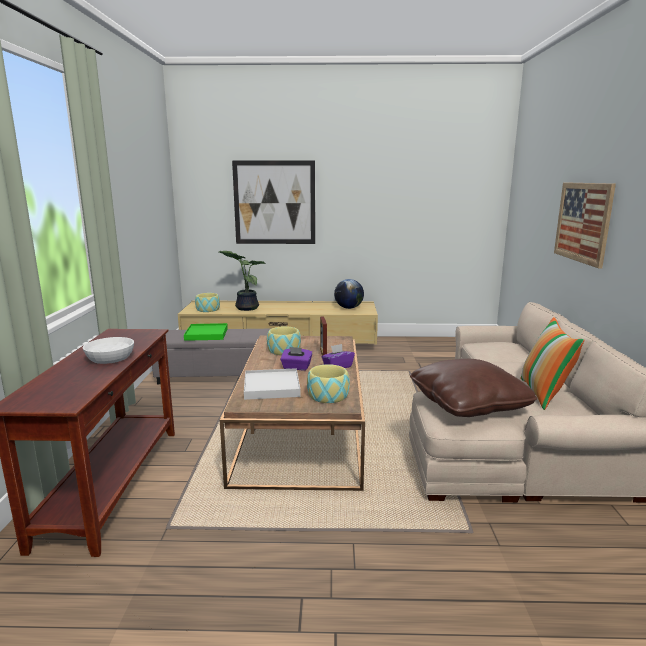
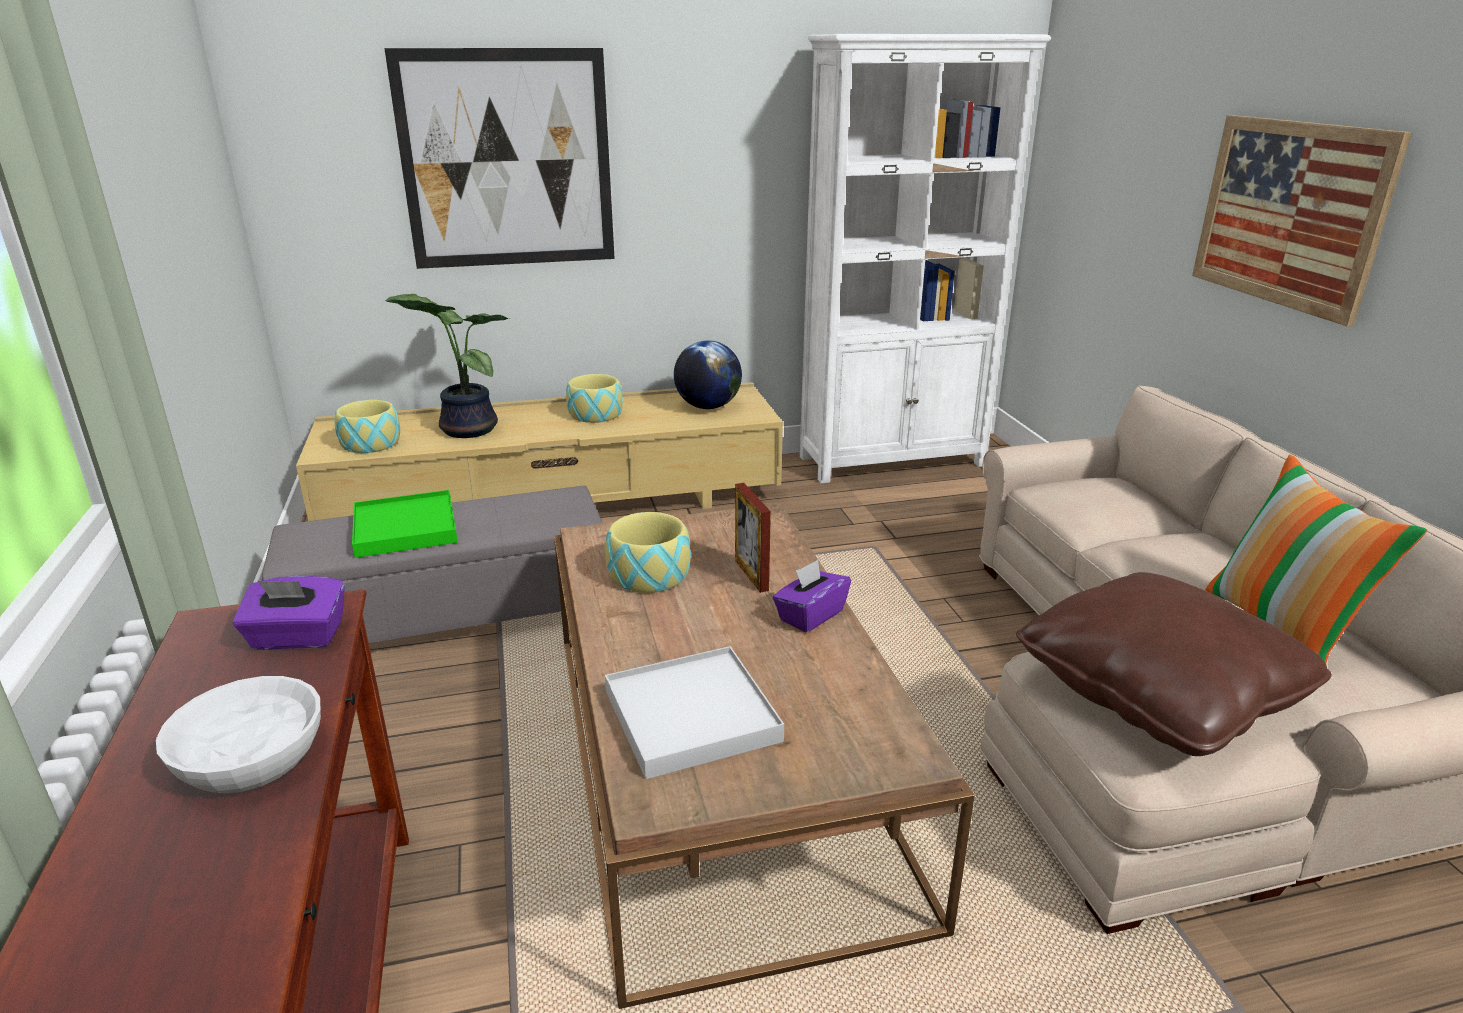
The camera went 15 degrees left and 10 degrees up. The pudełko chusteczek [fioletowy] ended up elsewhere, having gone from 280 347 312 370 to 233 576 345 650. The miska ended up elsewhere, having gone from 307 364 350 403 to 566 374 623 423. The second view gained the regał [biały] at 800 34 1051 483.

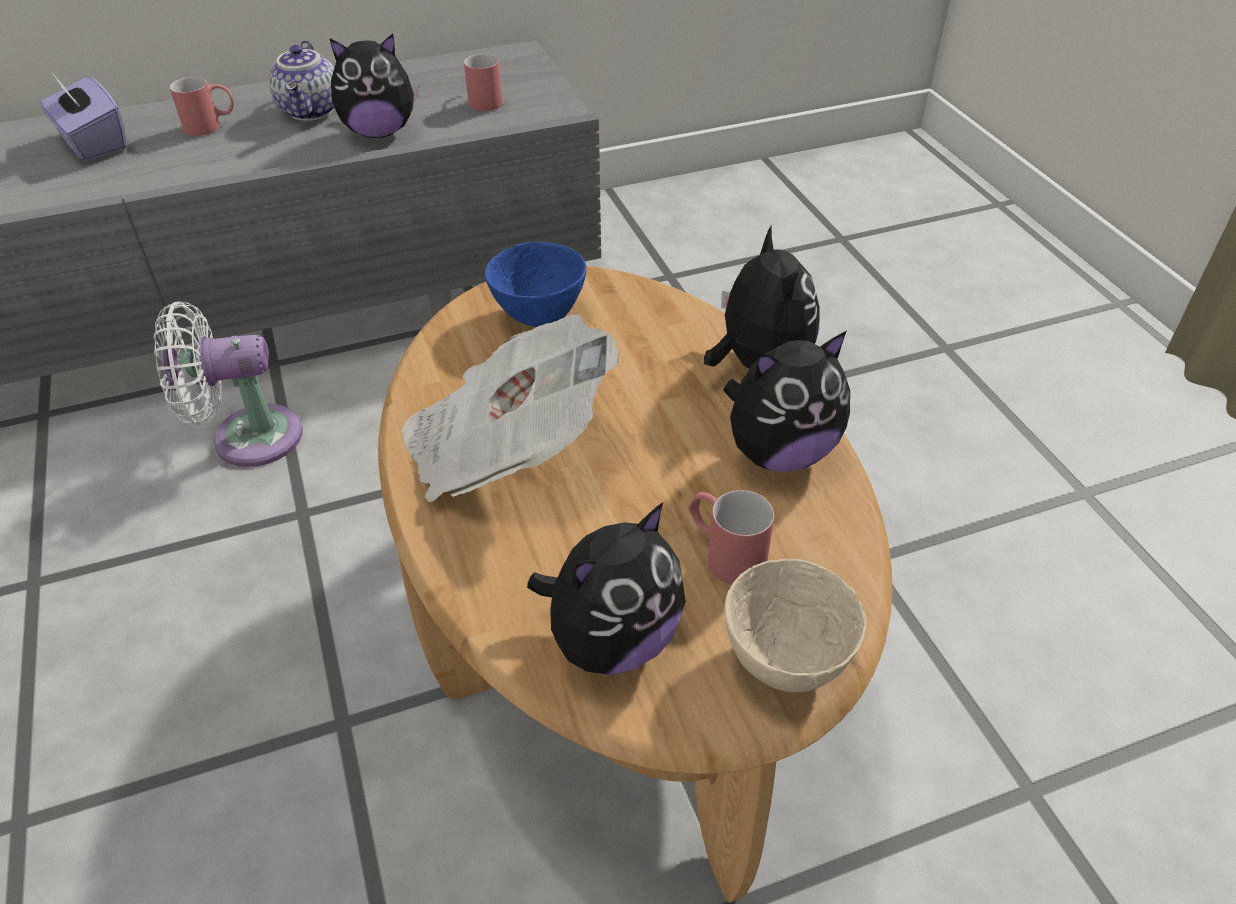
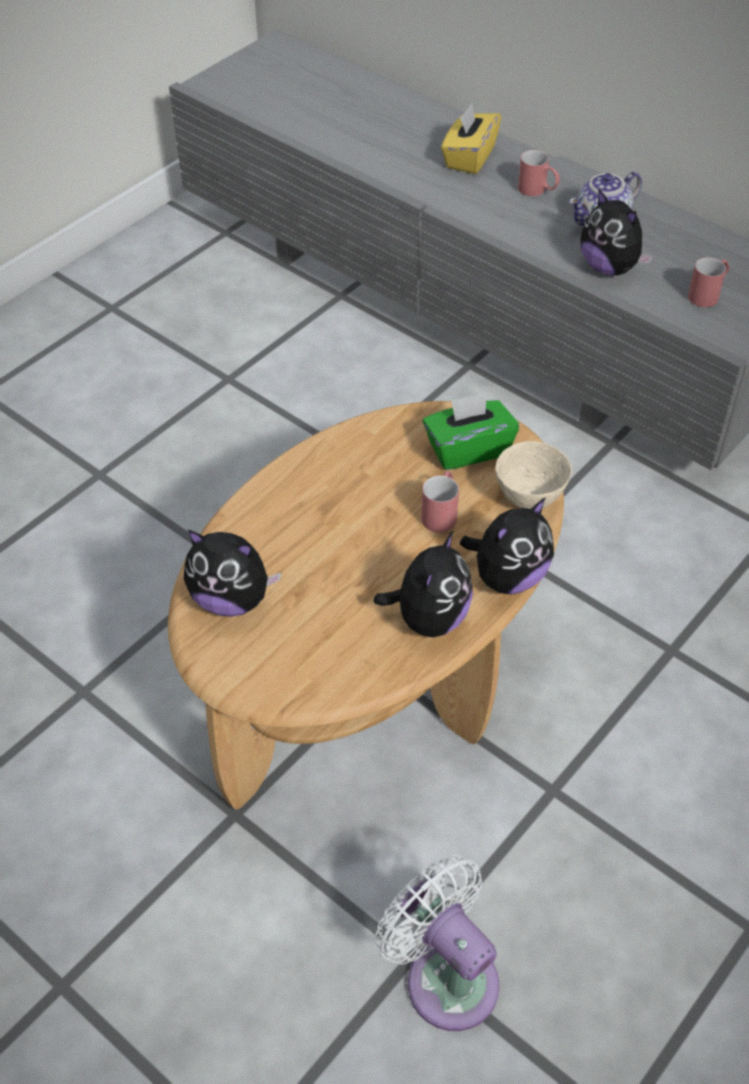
The camera went 60 degrees right and 5 degrees up. What was the pudełko chusteczek [fioletowy] at 40 74 127 162 turned into the pudełko chusteczek [żółty] at 441 103 501 174. The wentylator [biały] ended up elsewhere, having gone from 154 301 303 467 to 375 855 500 1031. The second view lost the gazeta at 401 315 619 502. Where the miska [niebieski] stood at 485 242 586 327, the pudełko chusteczek [zielony] came to stand at 423 393 519 470. The kubek [czerwony] ended up elsewhere, having gone from 689 490 774 585 to 421 471 459 533. The pluszak at 723 331 850 472 ended up facing another way, 105 degrees counterclockwise from before. The miska [beżowy] ended up elsewhere, having gone from 724 559 866 692 to 495 441 572 509.

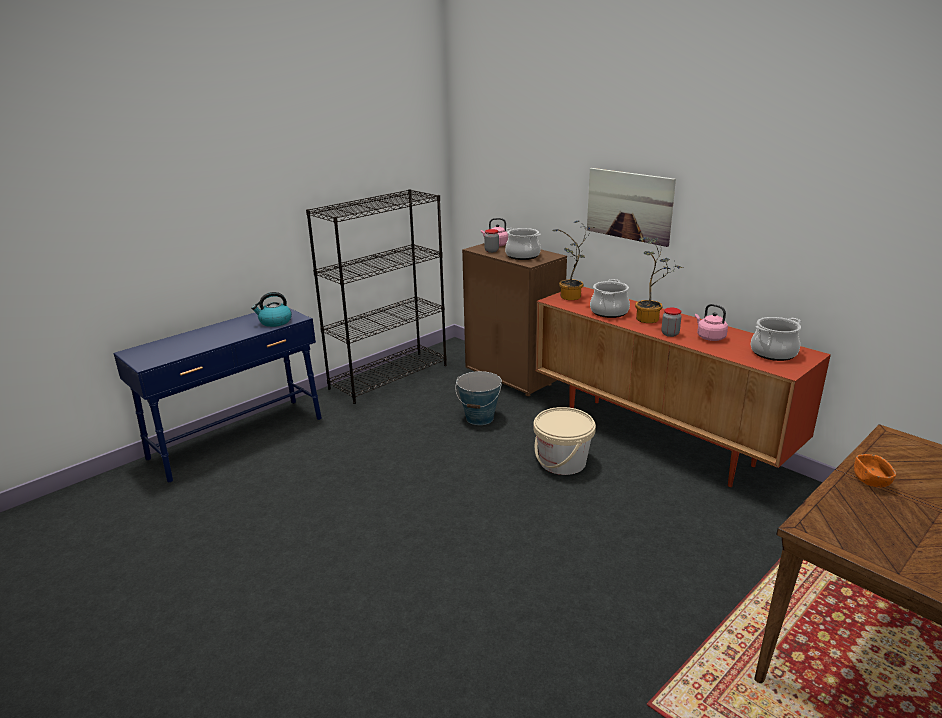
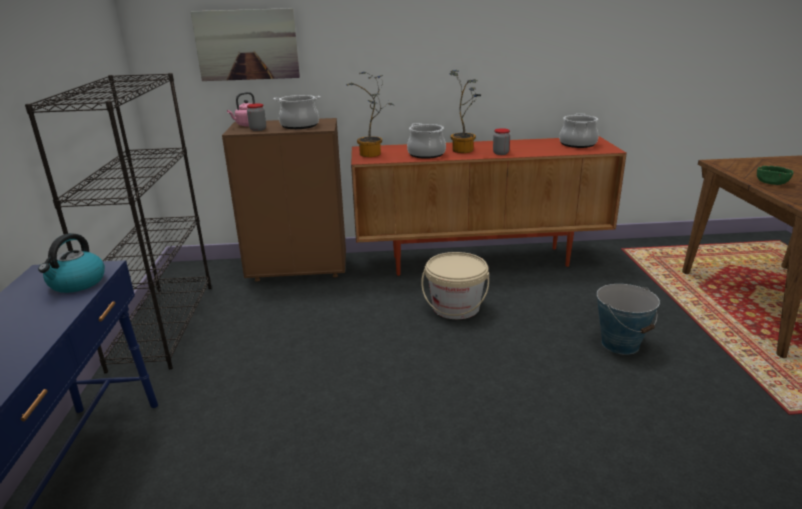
The camera went 50 degrees left and 0 degrees up. The wiadro ended up elsewhere, having gone from 455 371 502 425 to 597 284 660 355. The obraz ended up elsewhere, having gone from 587 168 676 247 to 191 8 300 81. The second view lost the czajnik [różowy] at 695 304 728 341. What was the miska [pomarańczowy] at 854 454 896 488 turned into the miska [zielony] at 757 166 794 185.

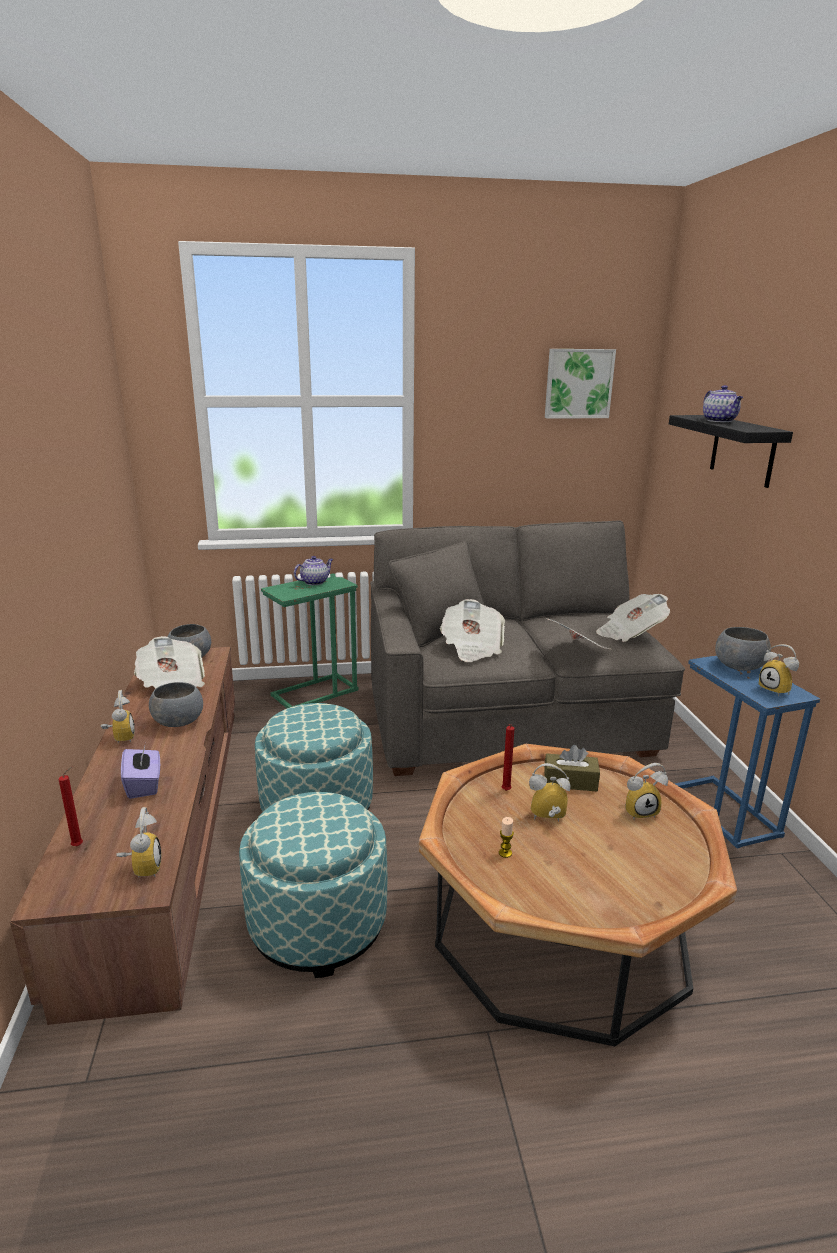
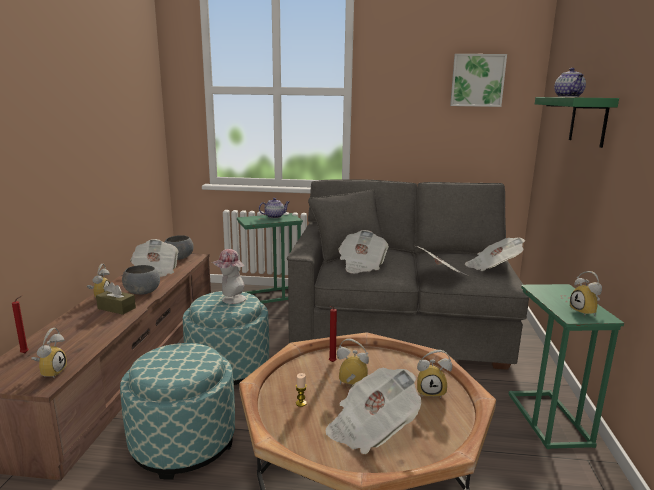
The camera went 15 degrees right and 5 degrees down. The second view lost the pudełko chusteczek [fioletowy] at 121 743 160 799. The pudełko chusteczek [brązowy] ended up elsewhere, having gone from 544 745 600 791 to 96 282 136 315. What was the półka [czarny] at 669 415 793 488 turned into the półka [zielony] at 535 97 619 148. What was the stolik [niebieski] at 675 656 820 848 turned into the stolik [zielony] at 509 284 624 449. The second view lost the miska [szary] at 715 627 771 671. The second view gained the kapelusz at 212 249 246 304. The second view gained the gazeta at 325 368 421 454.

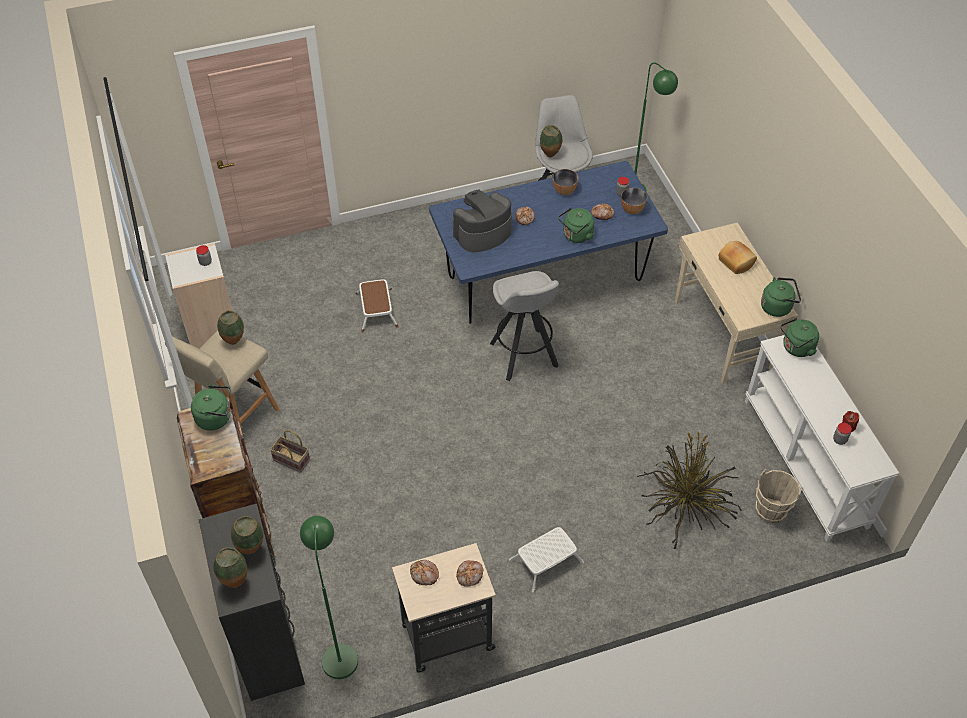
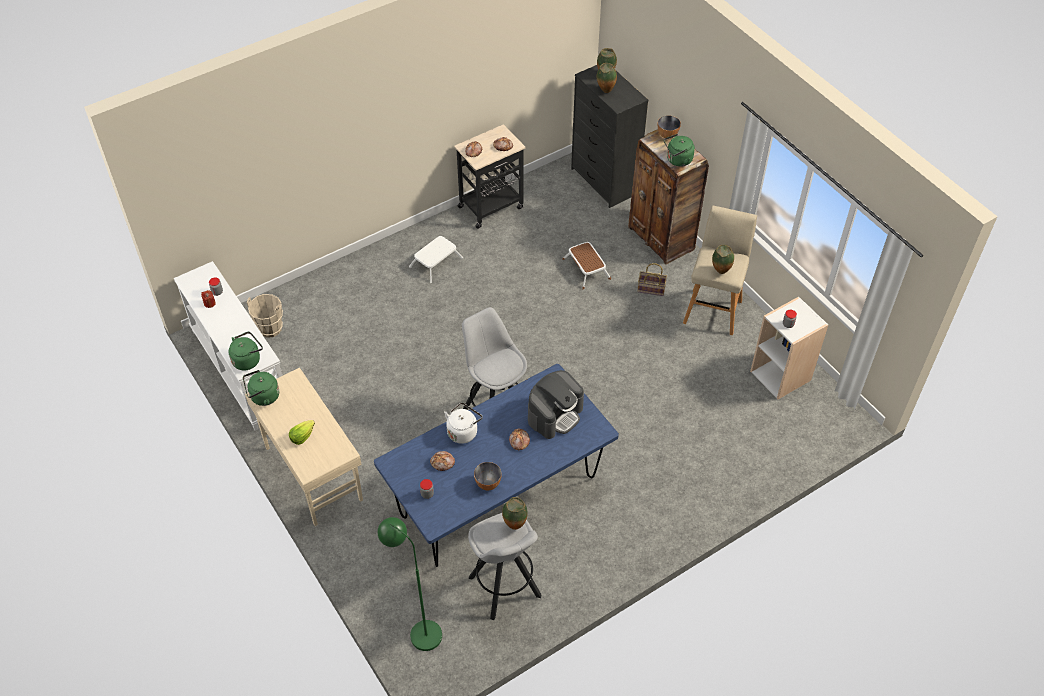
The camera went 165 degrees right and 0 degrees up. The second view lost the lampa stojąca [zielony] at 300 516 358 679. The drabinka [brązowy] ended up elsewhere, having gone from 355 280 399 333 to 562 242 611 290. What was the czajnik [zielony] at 558 208 594 243 turned into the czajnik [biały] at 444 402 483 444. The miska ended up elsewhere, having gone from 621 188 647 214 to 658 115 681 139. The second view lost the roślina doniczkowa at 637 432 742 549. Where the chleb stood at 719 241 757 274, the sałata came to stand at 289 420 315 445.

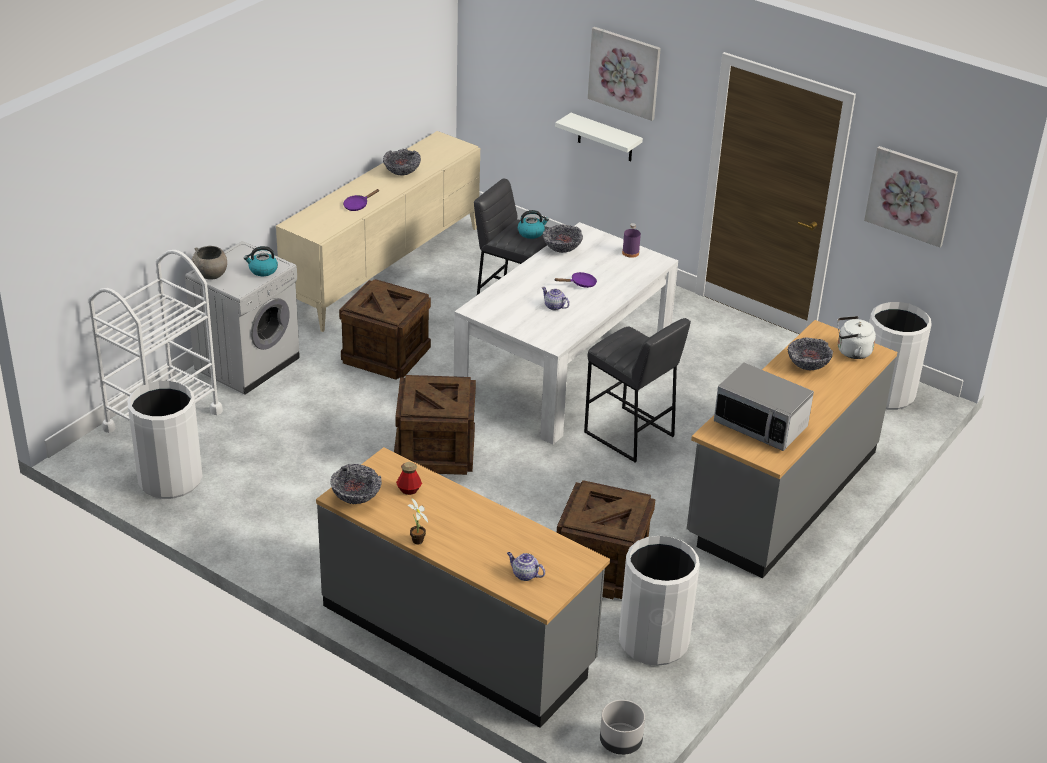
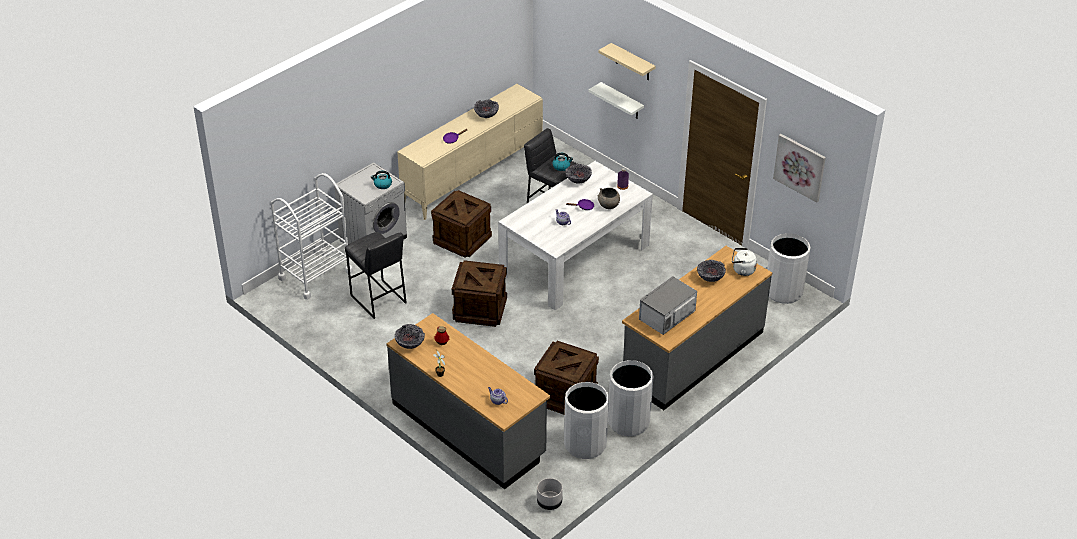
The camera went 10 degrees right and 5 degrees up. The kosz na śmieci [biały] ended up elsewhere, having gone from 127 381 202 499 to 608 360 653 436. The miska [szary] ended up elsewhere, having gone from 192 246 227 280 to 598 188 620 209. The stołek [szary] ended up elsewhere, having gone from 584 318 691 462 to 345 232 407 319. Where the obraz hung at 588 27 661 121, the półka [beżowy] came to hang at 598 43 655 80. The mikrofalówka at 714 362 814 451 ended up facing another way, 90 degrees clockwise from before.

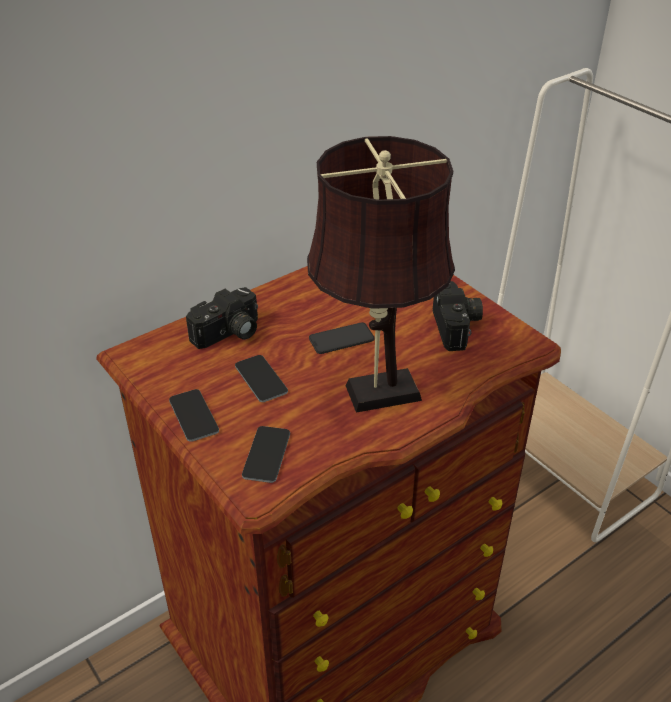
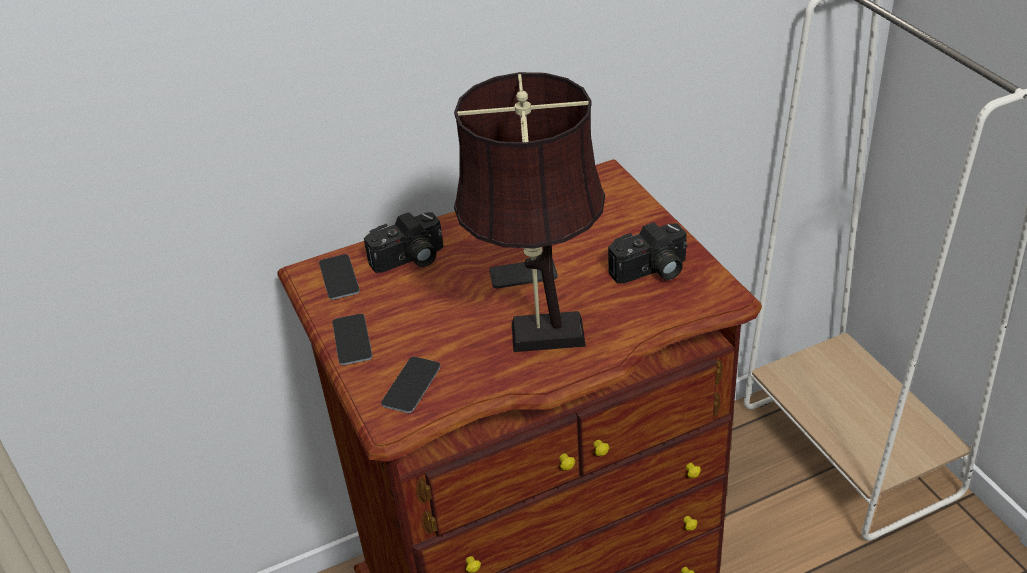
The camera went 15 degrees right and 0 degrees up. The telefon ended up elsewhere, having gone from 235 355 288 402 to 319 254 360 300. The aparat fotograficzny at 433 281 483 351 ended up facing another way, 60 degrees clockwise from before.

